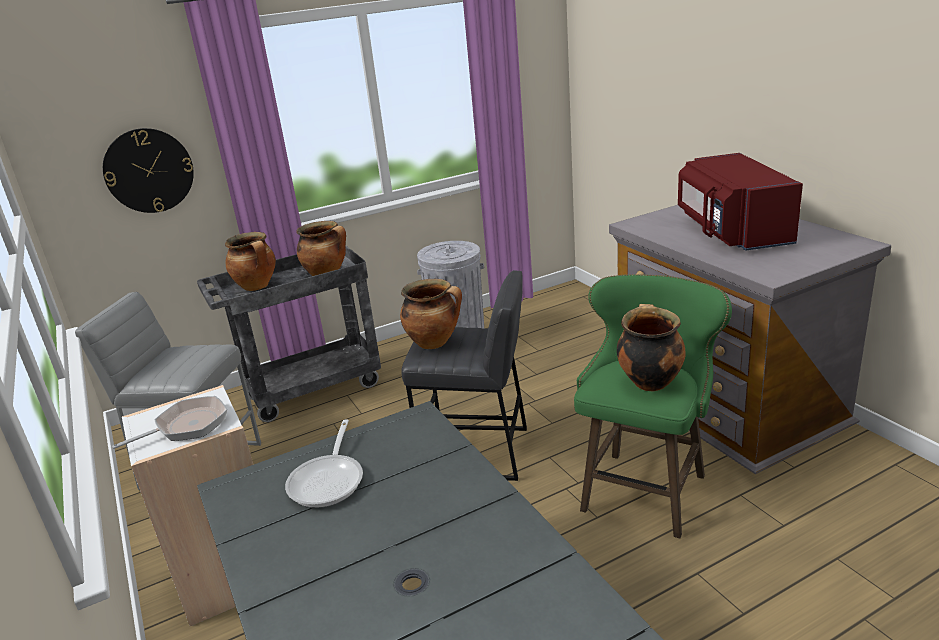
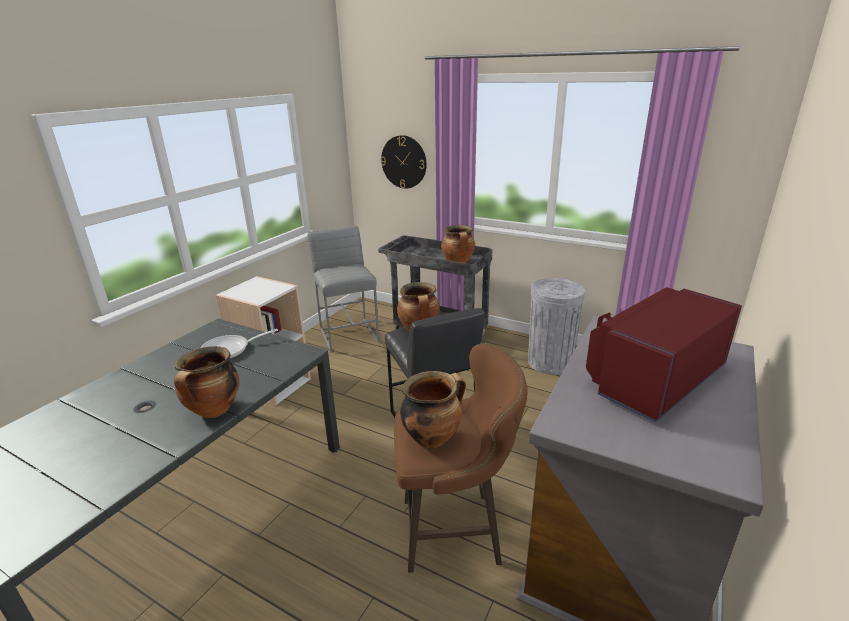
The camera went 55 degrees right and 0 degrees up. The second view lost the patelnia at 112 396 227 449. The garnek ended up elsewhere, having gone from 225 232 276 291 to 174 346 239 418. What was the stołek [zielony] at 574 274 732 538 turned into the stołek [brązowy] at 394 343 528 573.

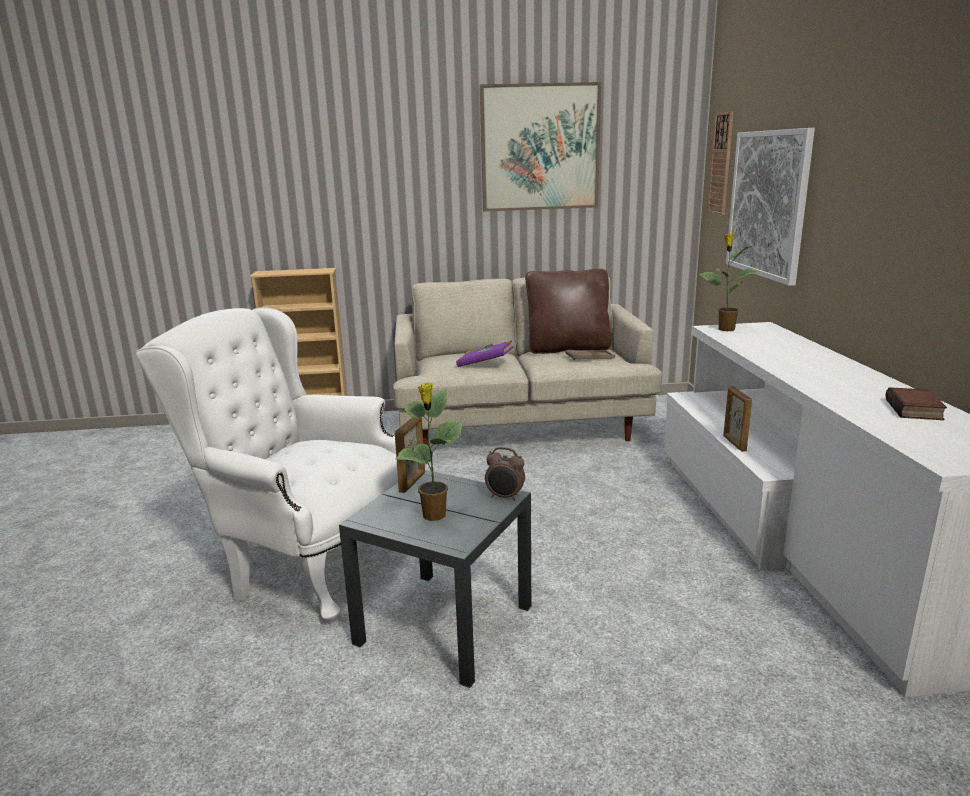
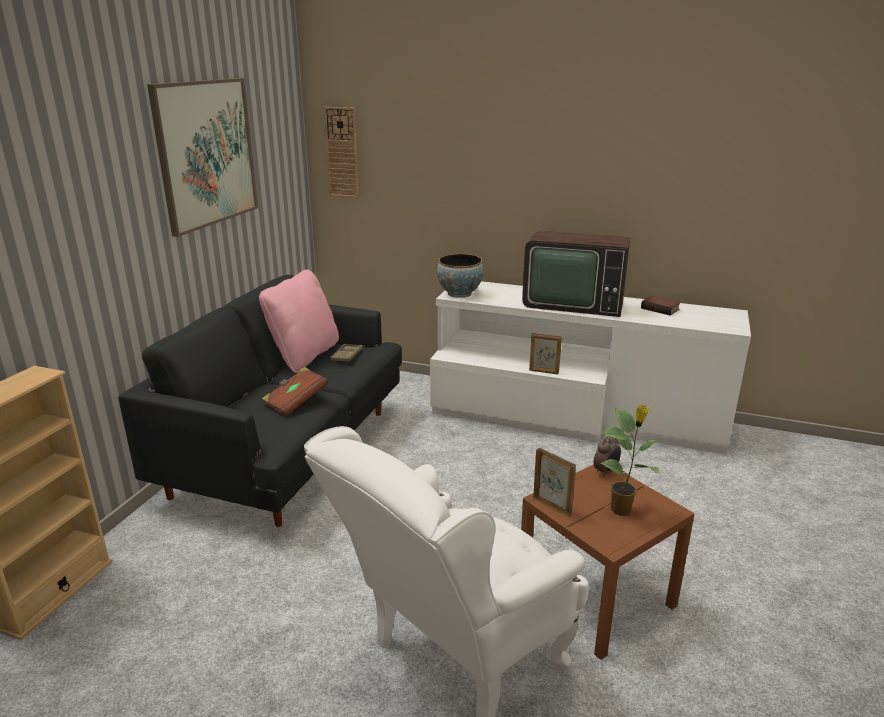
The camera went 65 degrees left and 5 degrees up. What was the stolik [szary] at 339 470 532 688 turned into the stolik [brązowy] at 521 464 694 660. What was the kanapa [beżowy] at 393 277 662 446 turned into the kanapa [czarny] at 118 275 402 527. What was the książka [fioletowy] at 456 340 513 367 turned into the książka [brązowy] at 262 367 328 416. What was the poduszka [brązowy] at 525 269 612 354 turned into the poduszka [różowy] at 259 270 339 373. Where the roślina doniczkowa stood at 699 233 760 331, the miska came to stand at 437 254 483 298. The second view lost the obraz at 726 128 815 286. The second view gained the telewizor at 522 231 630 317.

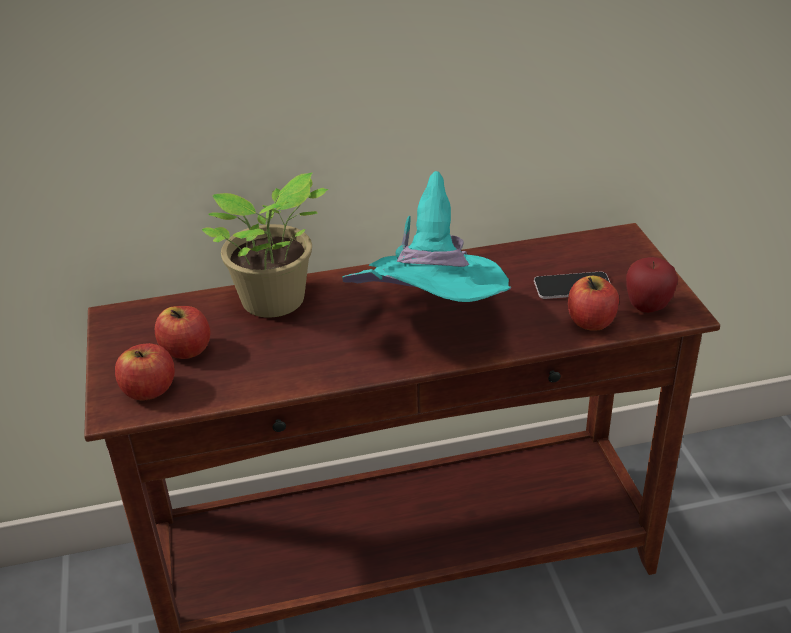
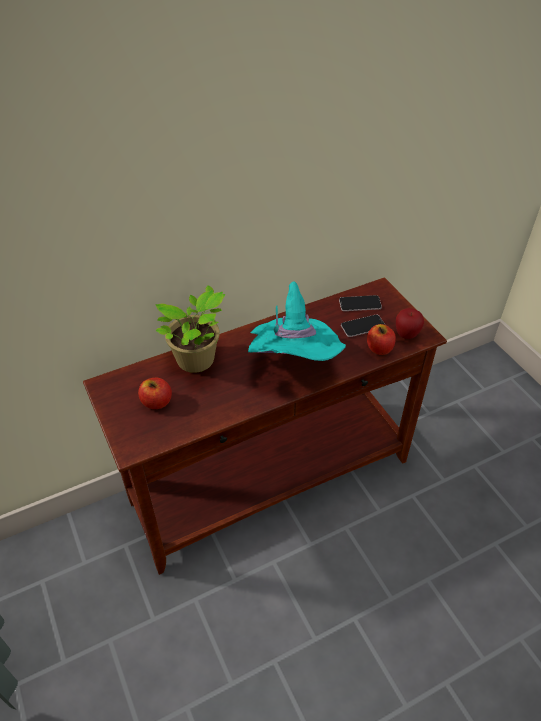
The camera went 15 degrees left and 10 degrees up. The second view lost the jabłko at 115 343 175 401. The second view gained the telefon at 339 295 382 311.

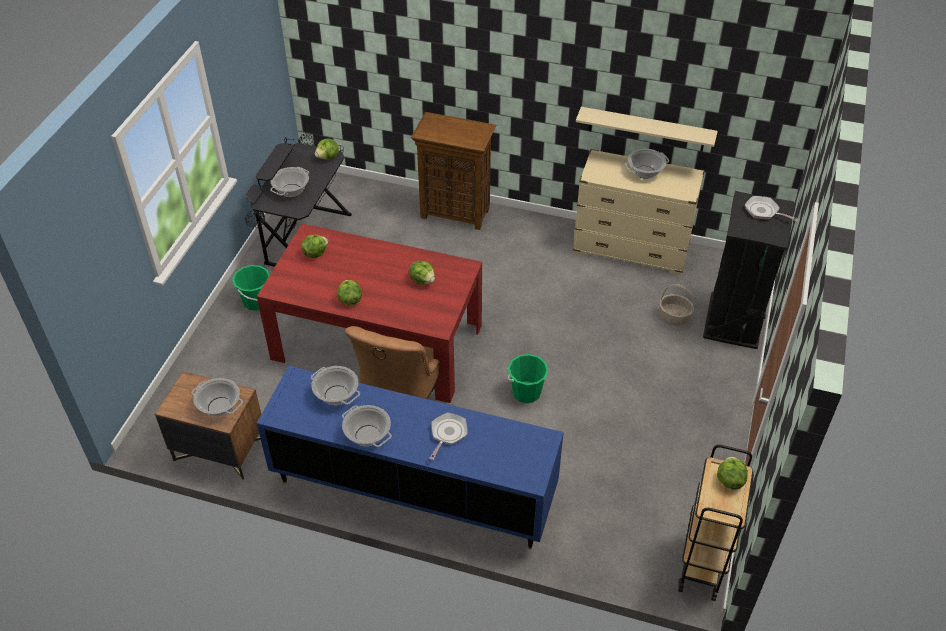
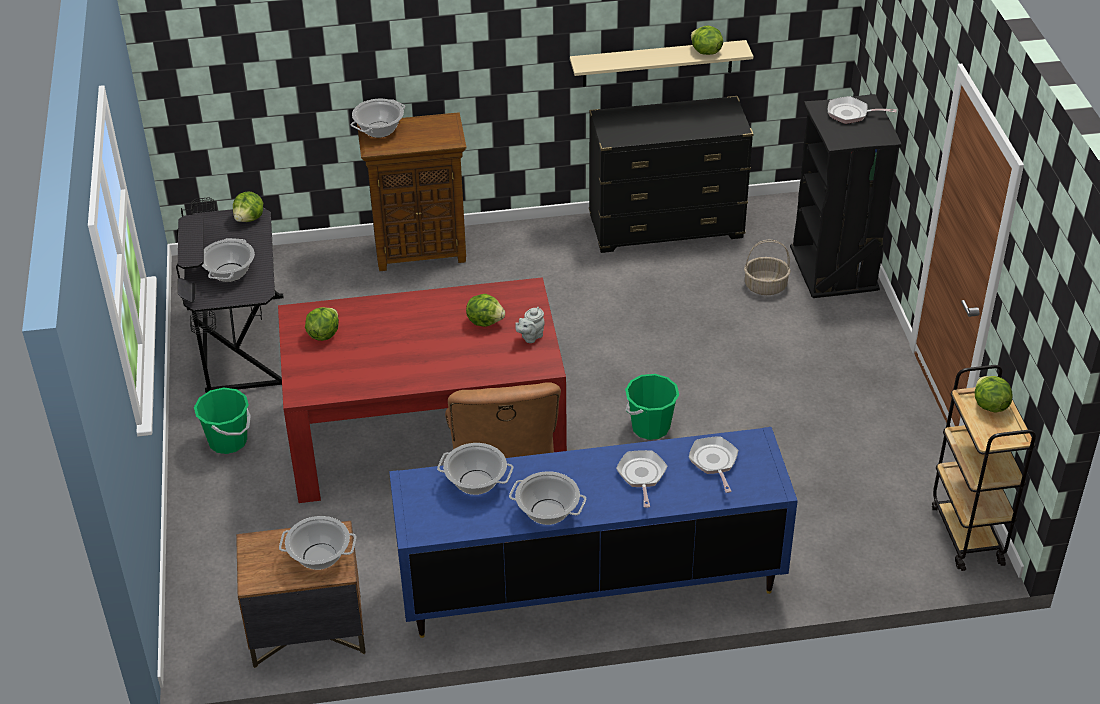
The camera went 25 degrees left and 5 degrees down. The sałata ended up elsewhere, having gone from 337 280 362 305 to 691 26 723 55. What was the komoda [beżowy] at 573 149 705 275 turned into the komoda [czarny] at 589 96 754 253. The garnek ended up elsewhere, having gone from 624 149 669 179 to 351 99 405 138. The second view gained the imbryk [szary] at 515 307 545 343. The second view gained the patelnia at 689 436 738 493.

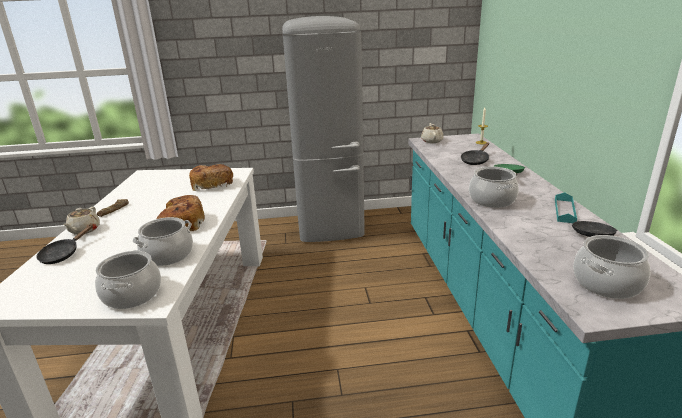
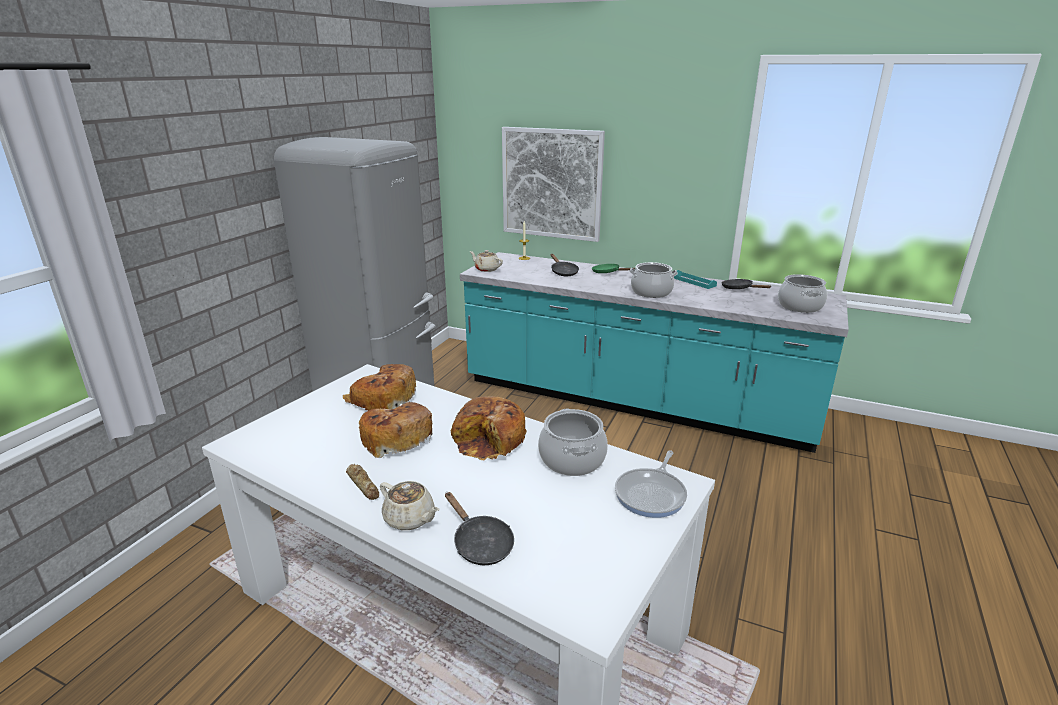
The camera went 60 degrees left and 0 degrees up. Where the garnek stood at 95 250 161 309, the patelnia came to stand at 615 450 687 518. The second view gained the chleb at 359 402 432 458. The second view gained the obraz at 502 127 605 242.

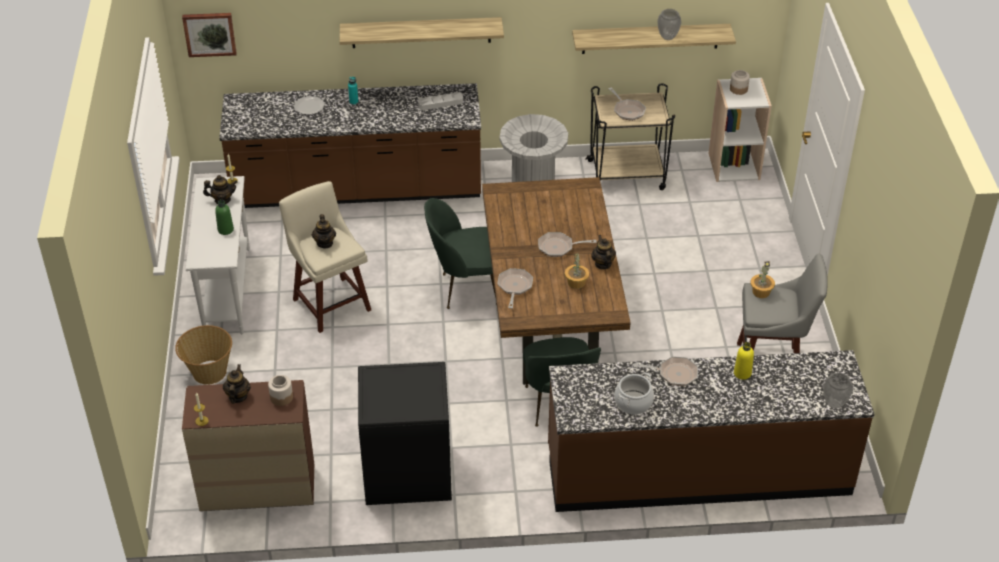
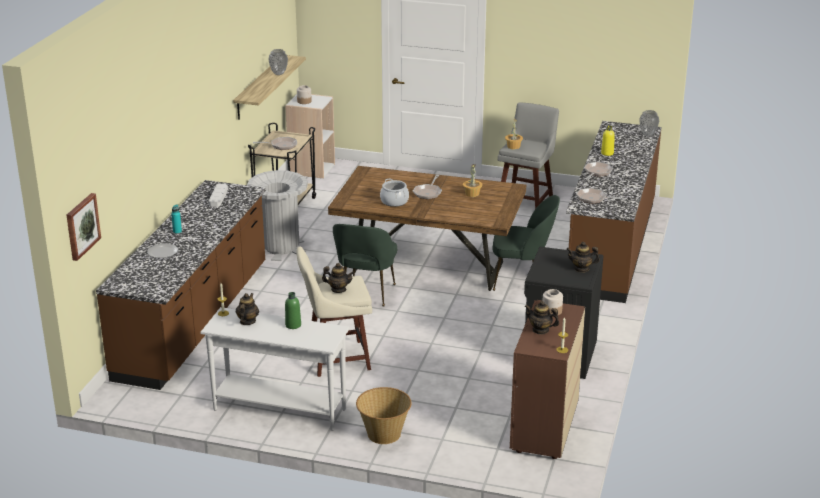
The camera went 70 degrees left and 15 degrees down. The second view lost the półka at 340 17 504 48. The patelnia ended up elsewhere, having gone from 497 268 533 309 to 576 188 625 204. The imbryk ended up elsewhere, having gone from 591 235 616 269 to 566 242 600 273. The garnek ended up elsewhere, having gone from 614 373 654 414 to 380 178 409 207.

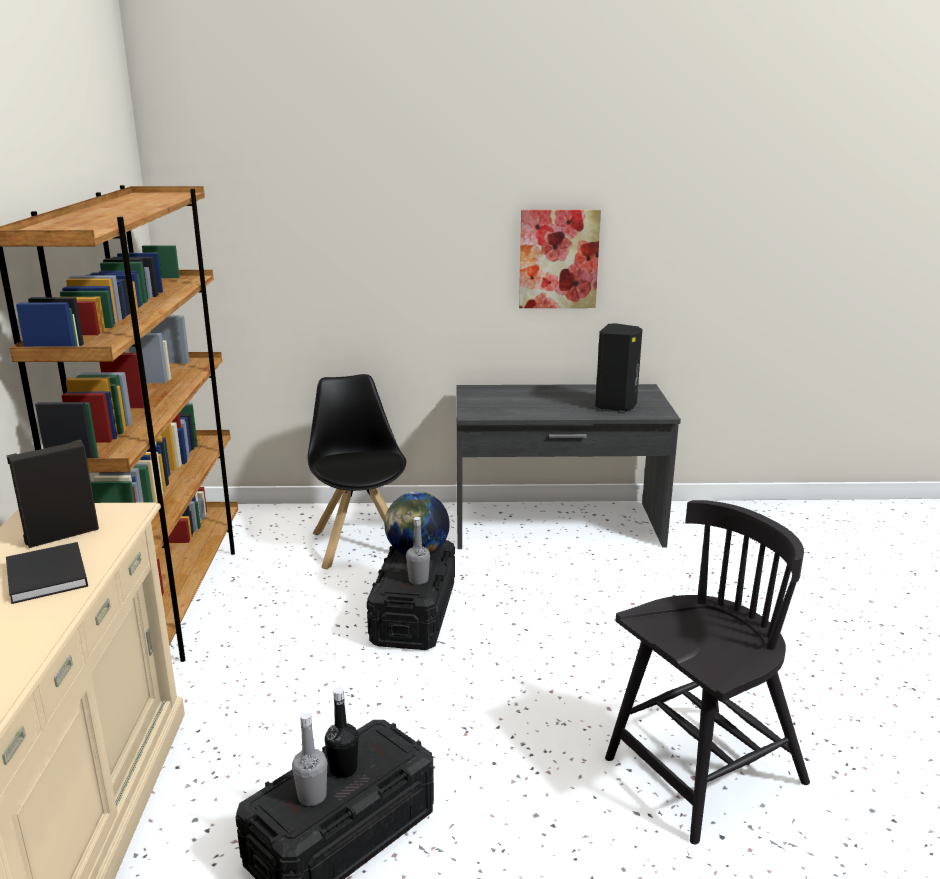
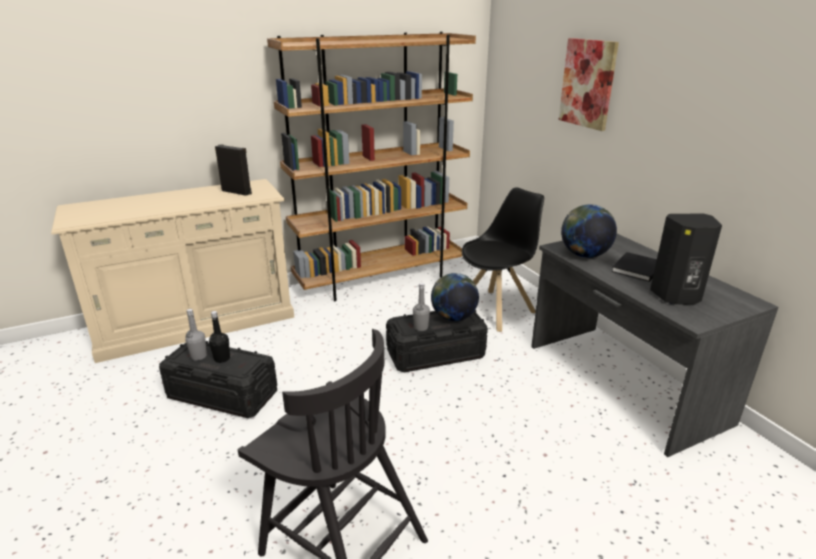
The camera went 65 degrees right and 5 degrees up. The książka [czarny] ended up elsewhere, having gone from 6 542 88 604 to 611 252 657 282. The obraz ended up elsewhere, having gone from 519 210 601 308 to 559 38 619 131. The second view gained the globus at 561 204 617 258.

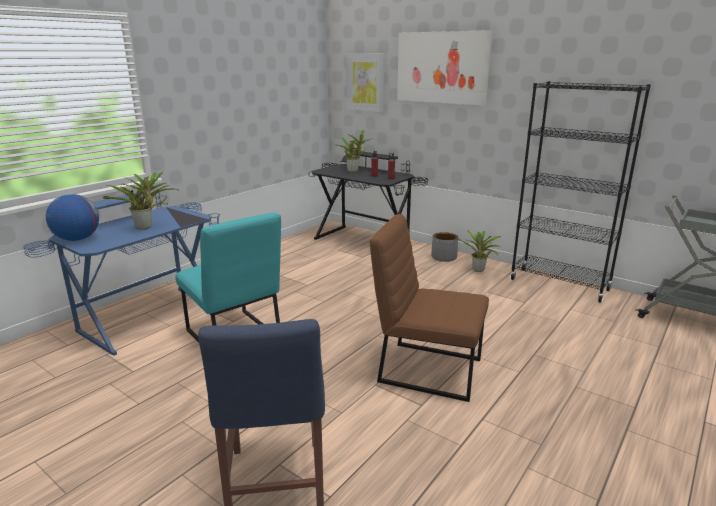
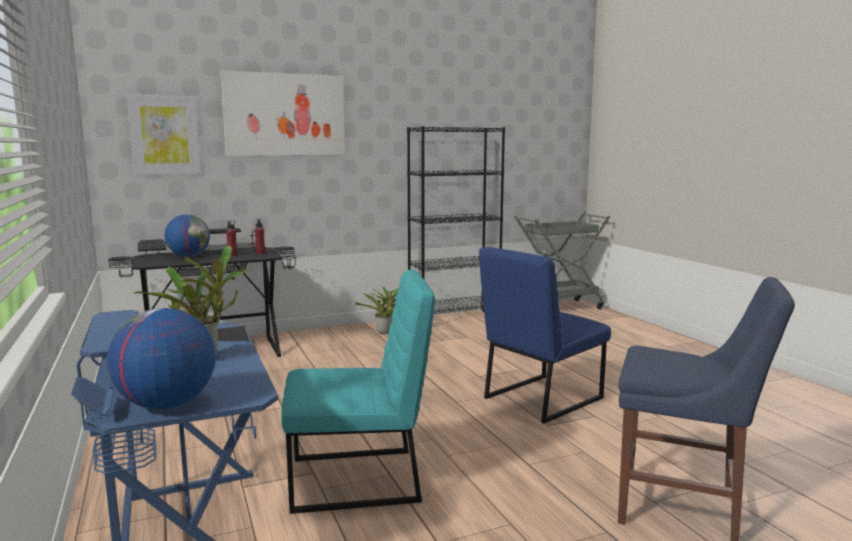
The camera went 60 degrees left and 10 degrees down. Where the roślina doniczkowa stood at 337 130 371 172, the globus came to stand at 165 214 210 257. What was the krzesło [brązowy] at 370 214 489 402 turned into the krzesło [niebieski] at 479 247 611 424. The second view lost the donica [szary] at 431 232 459 262.

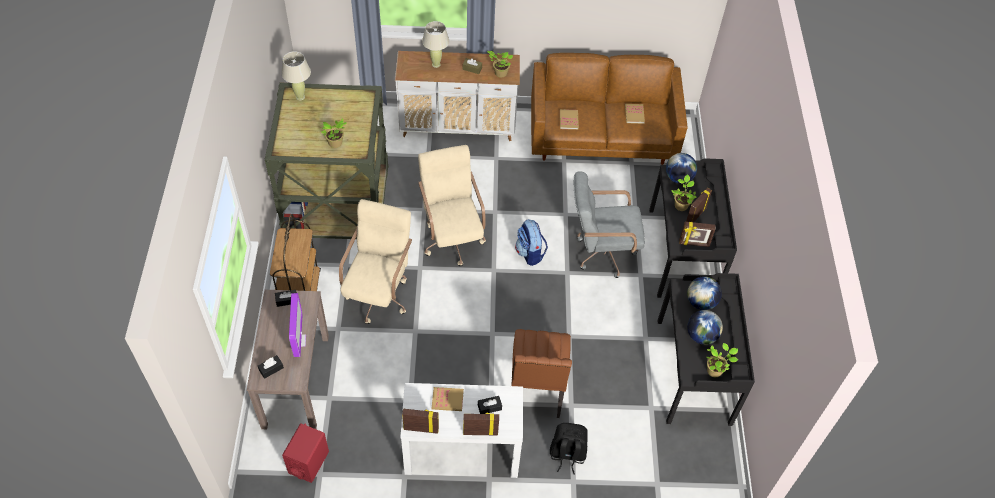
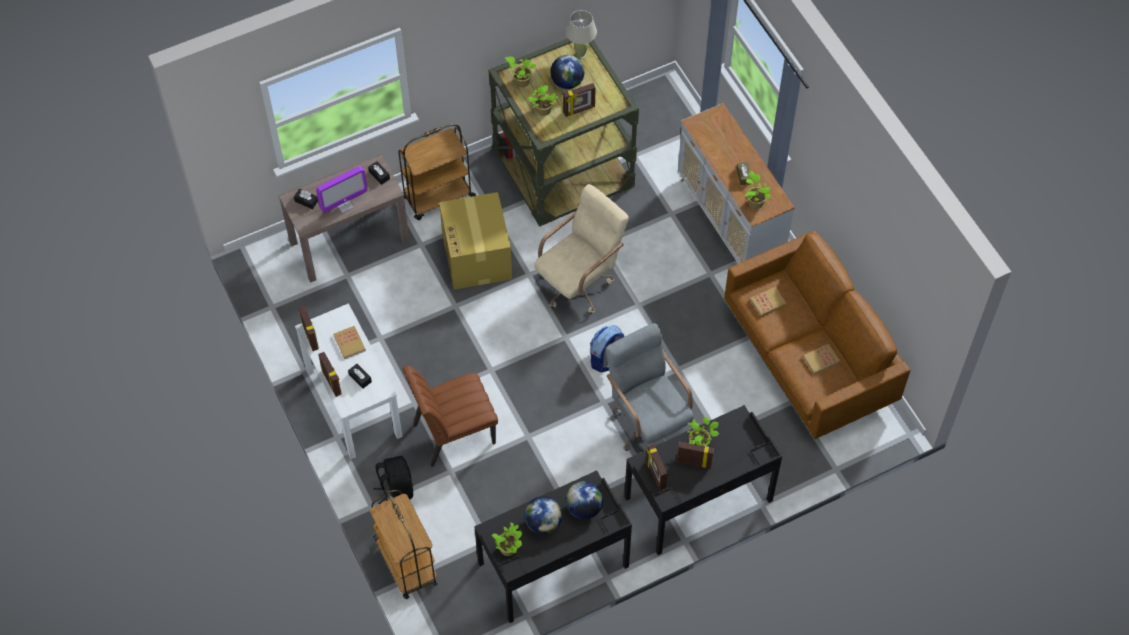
The camera went 65 degrees right and 5 degrees up. The second view lost the głośnik [czerwony] at 282 423 329 483. Where the krzesło biurowe [beżowy] stood at 339 199 412 324, the karton came to stand at 439 192 512 290. The second view lost the lampa stołowa [beżowy] at 422 21 449 68. The globus ended up elsewhere, having gone from 666 153 697 184 to 550 55 585 89. The second view gained the wózek [brązowy] at 370 489 438 599. The second view gained the roślina doniczkowa at 505 56 536 87. The second view gained the ramka na zdjęcie at 563 83 596 117.

